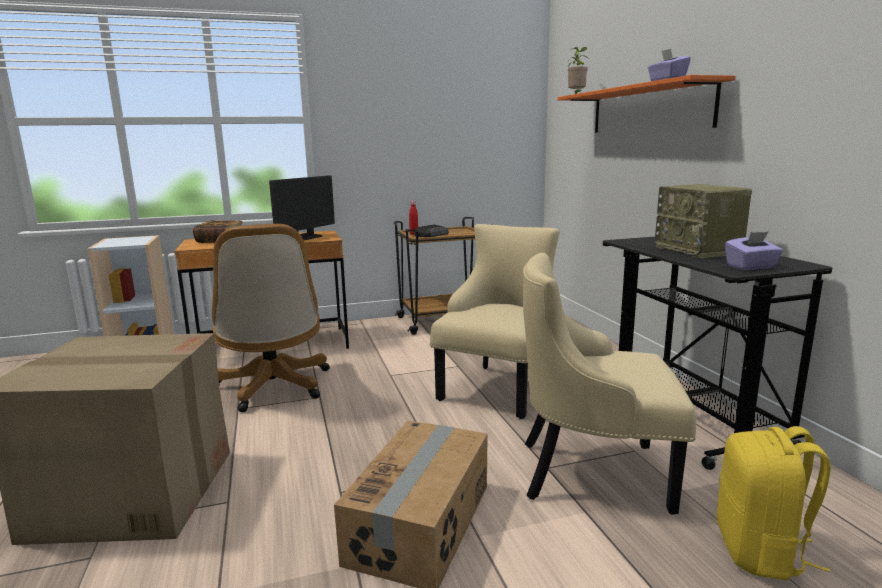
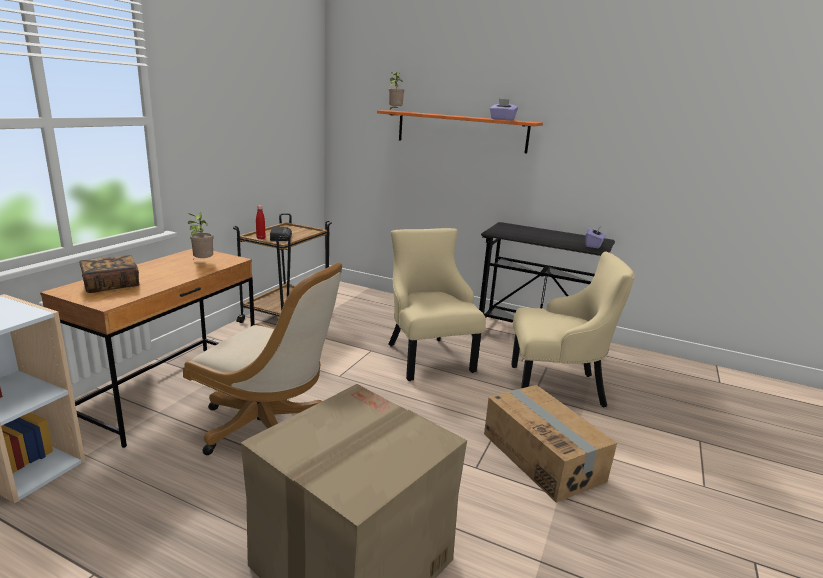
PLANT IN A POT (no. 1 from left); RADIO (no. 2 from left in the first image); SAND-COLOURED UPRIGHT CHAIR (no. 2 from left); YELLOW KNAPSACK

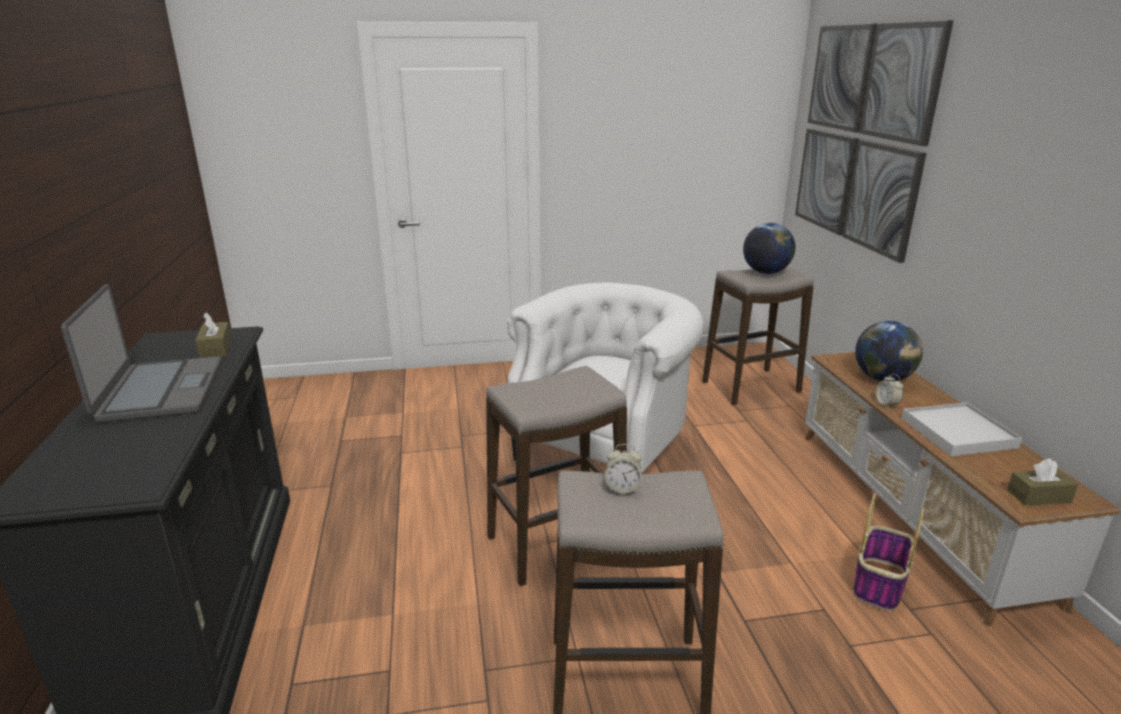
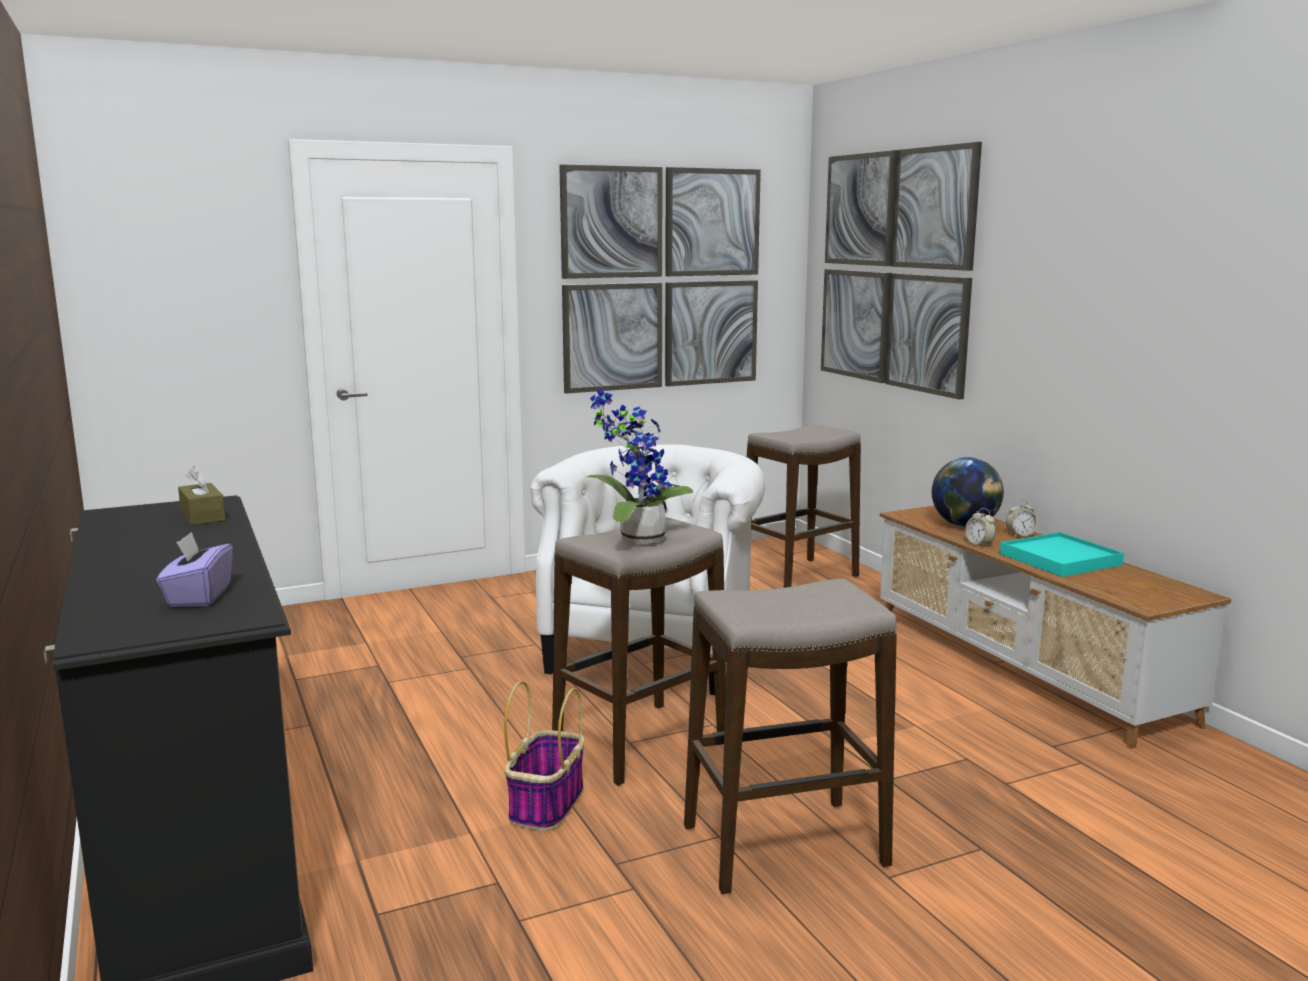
WORLD GLOBE (no. 1 from left in the first image); NOTEBOOK COMPUTER; TURQUOISE SERVING TRAY; BEDSIDE CLOCK (no. 2 from left); BROWN-COLOURED BOX OF TISSUES (no. 2 from left in the first image); STORAGE BASKET; PICTURE (no. 1 from left); PLANT IN A POT; PURPLISH BOX OF TISSUES

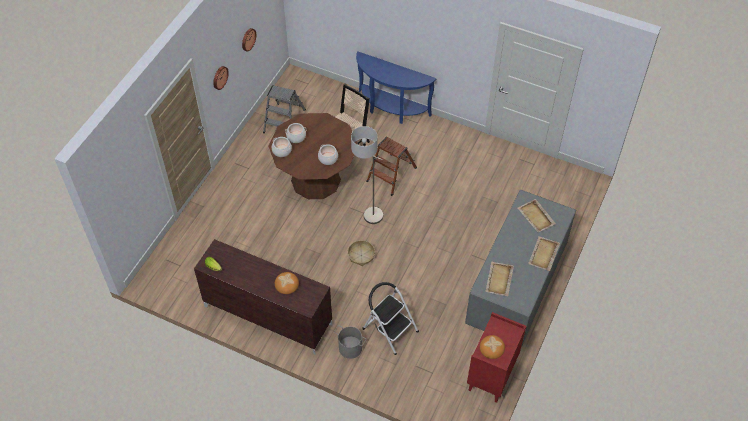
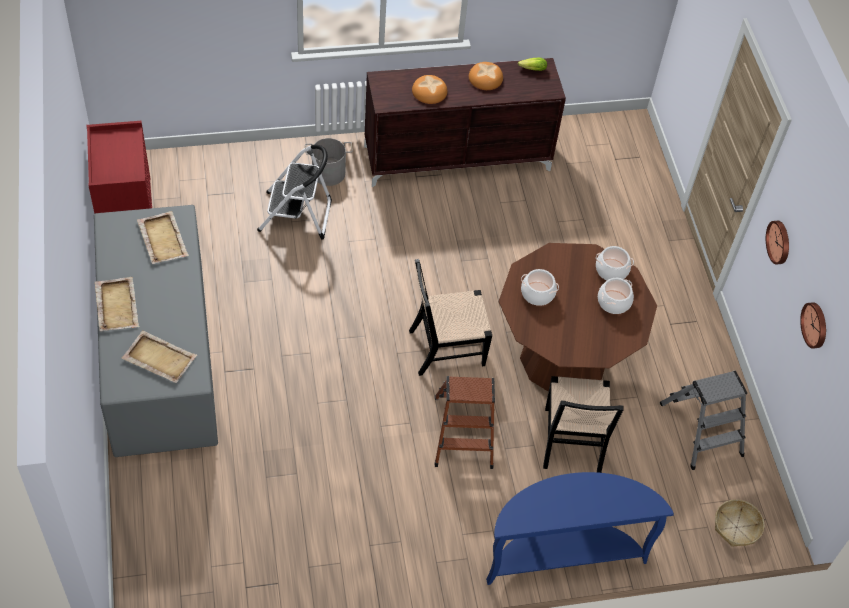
UPRIGHT CHAIR (no. 1 from left); STORAGE BASKET; BAKED BREAD (no. 2 from left)

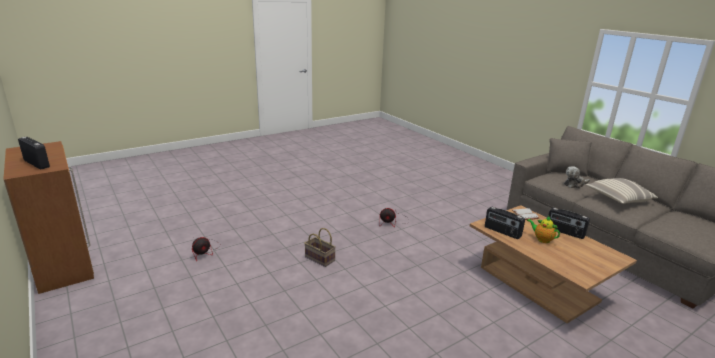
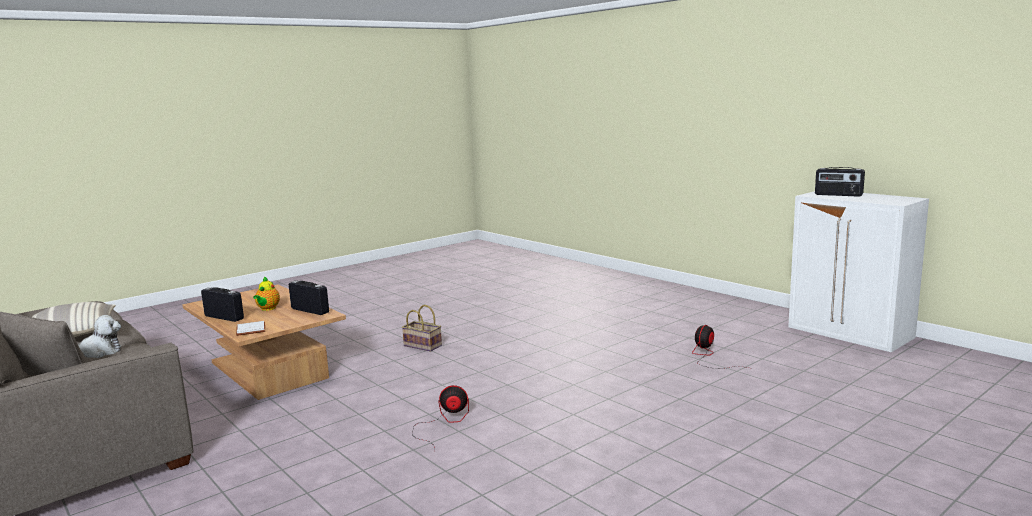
WHITE CABINET; TEA POT; STORAGE BASKET

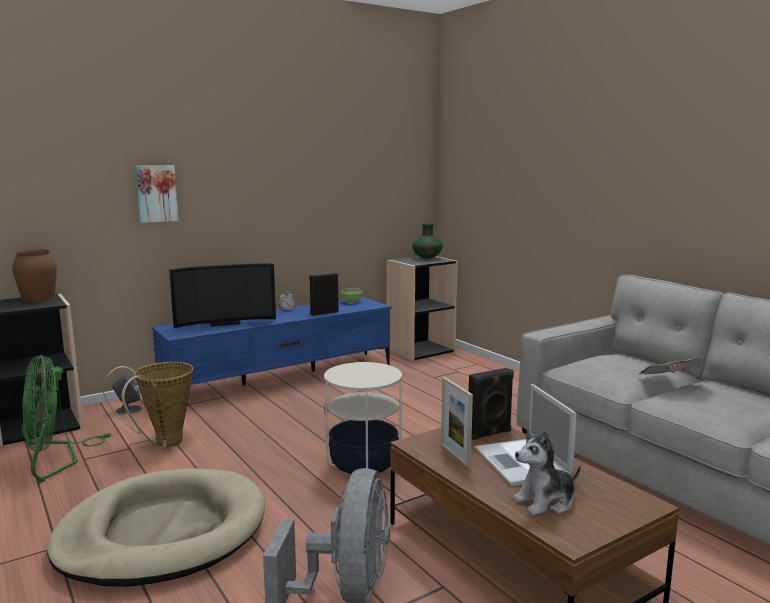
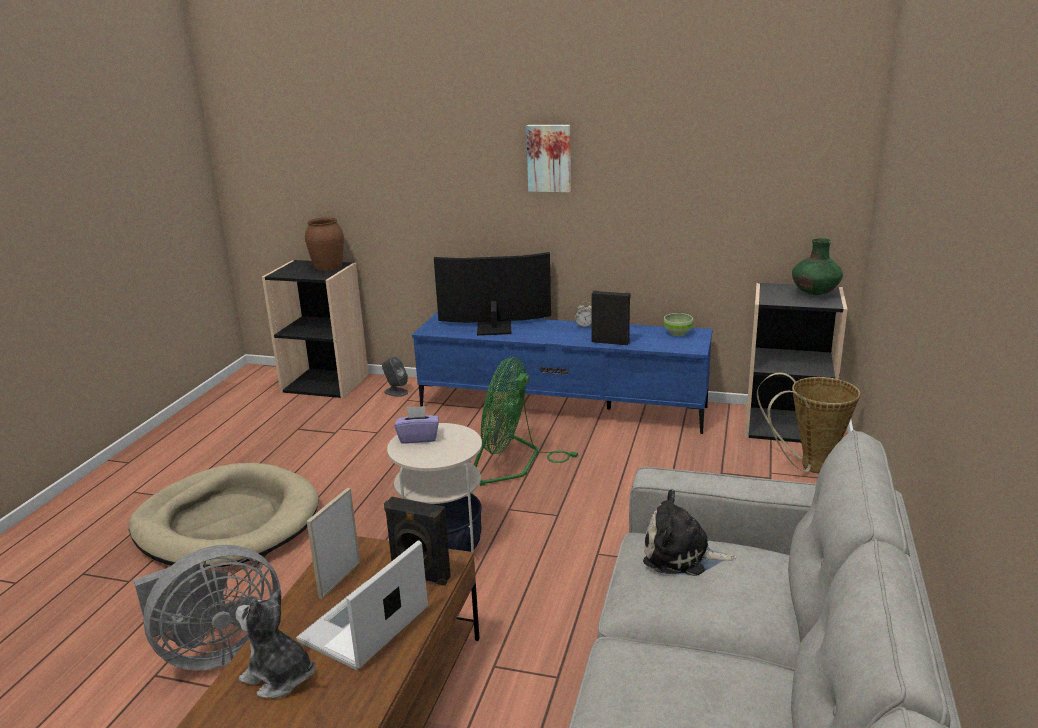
PICTURE; TV; GREEN ELECTRIC FAN; DAILY PAPER; STORAGE BASKET; PURPLISH BOX OF TISSUES; CUDDLY TOY (no. 2 from left)

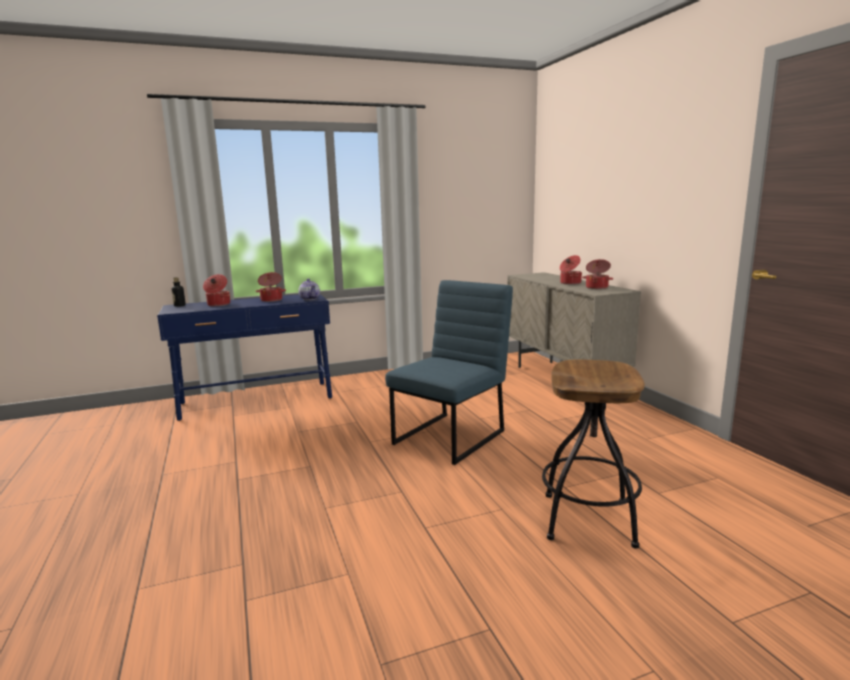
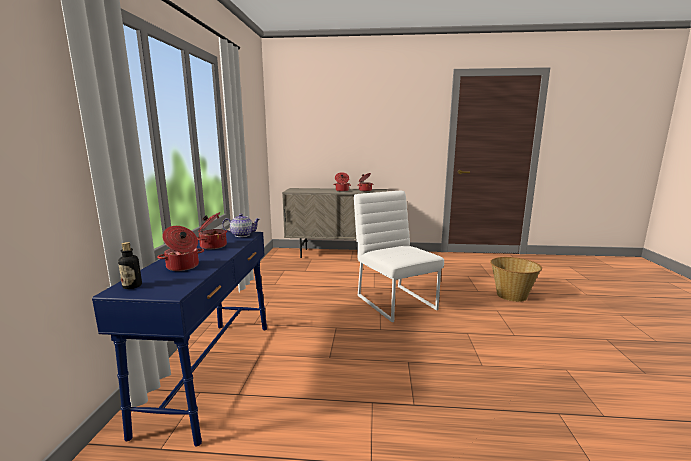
WHITE UPRIGHT CHAIR; STORAGE BASKET

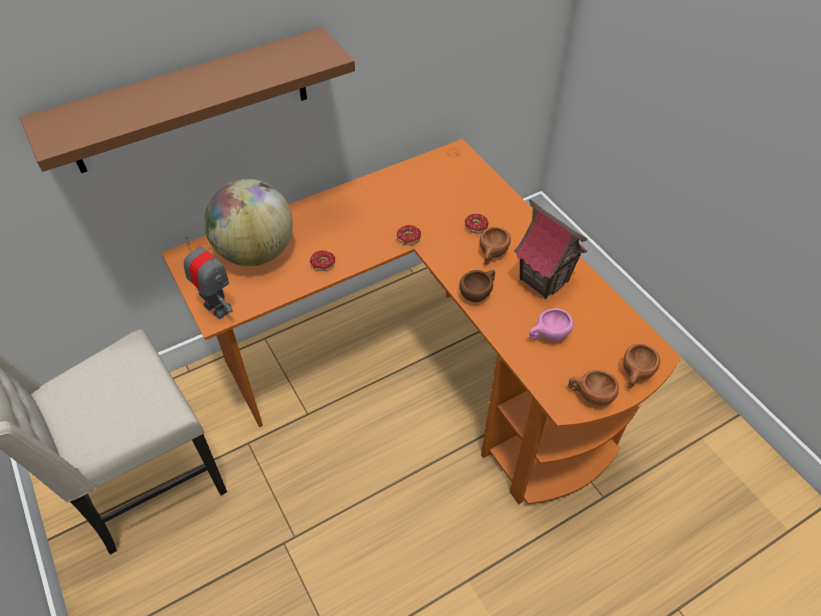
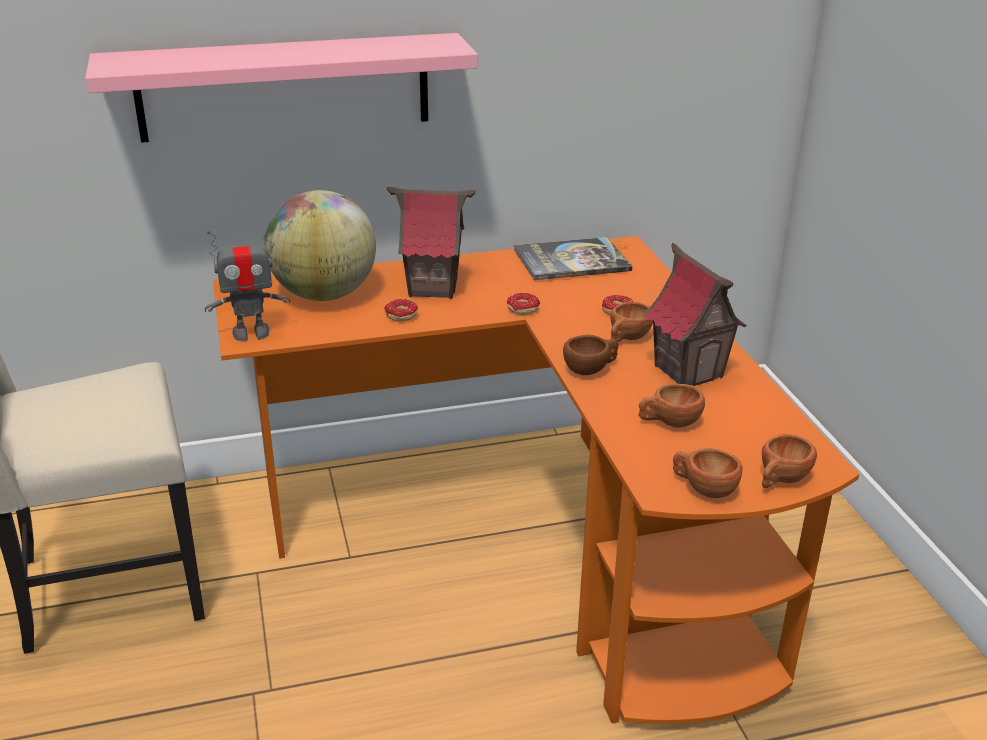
PINK SHELF; ROBOT FIGURE; BROWN-COLOURED DRINKING CUP (no. 3 from left); MODEL HOUSE (no. 1 from left); BOOK

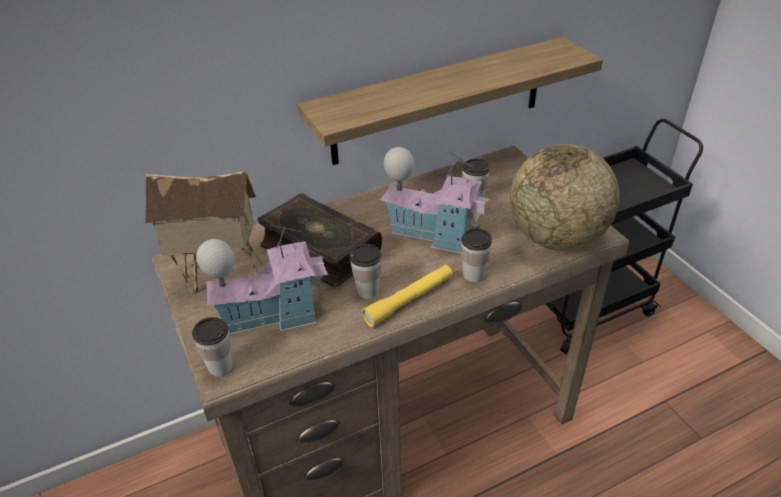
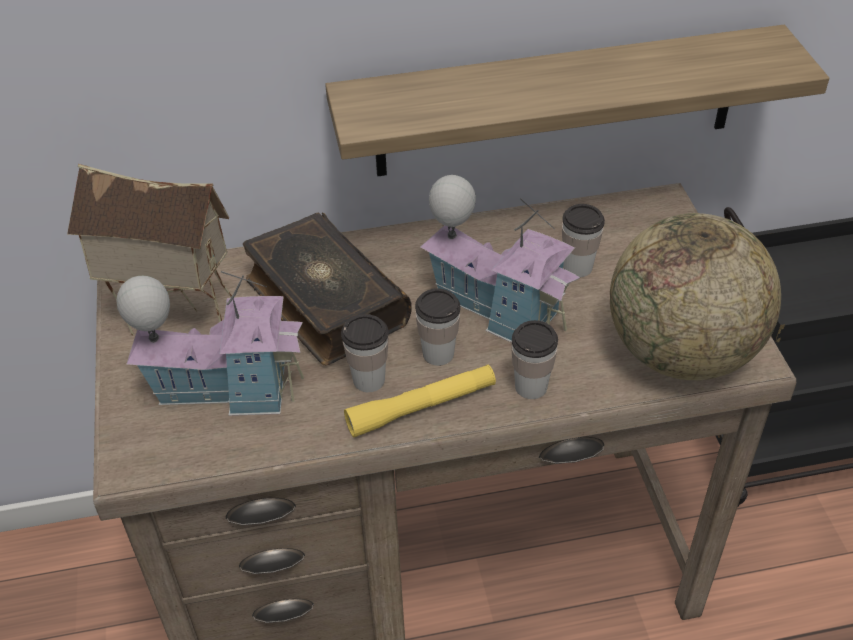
DRINKING CUP (no. 2 from left)

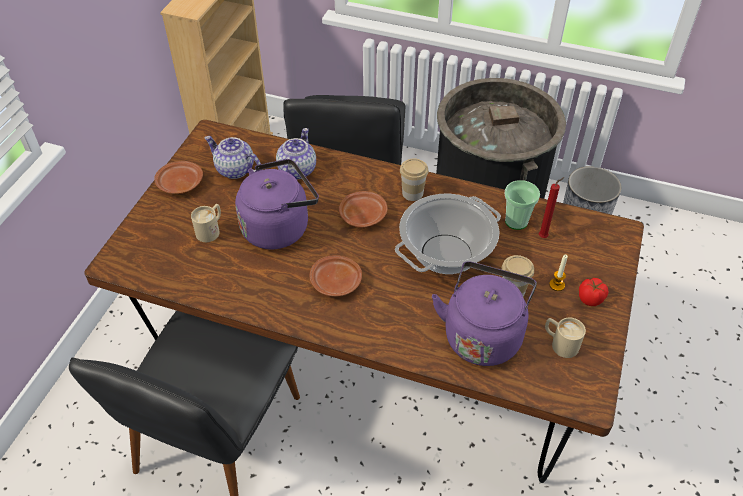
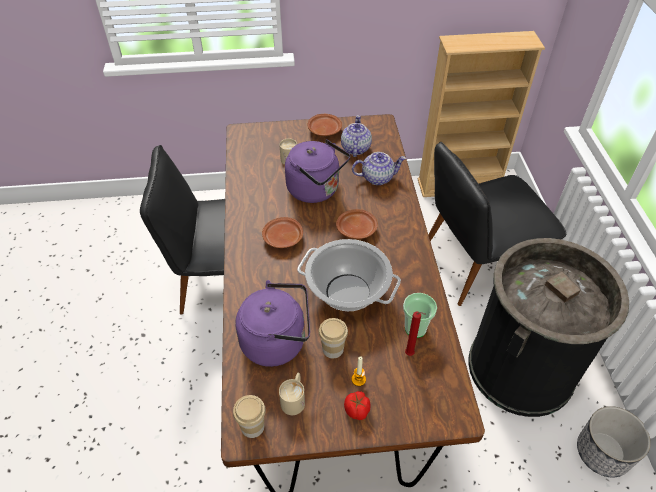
DRINKING CUP (no. 1 from left)

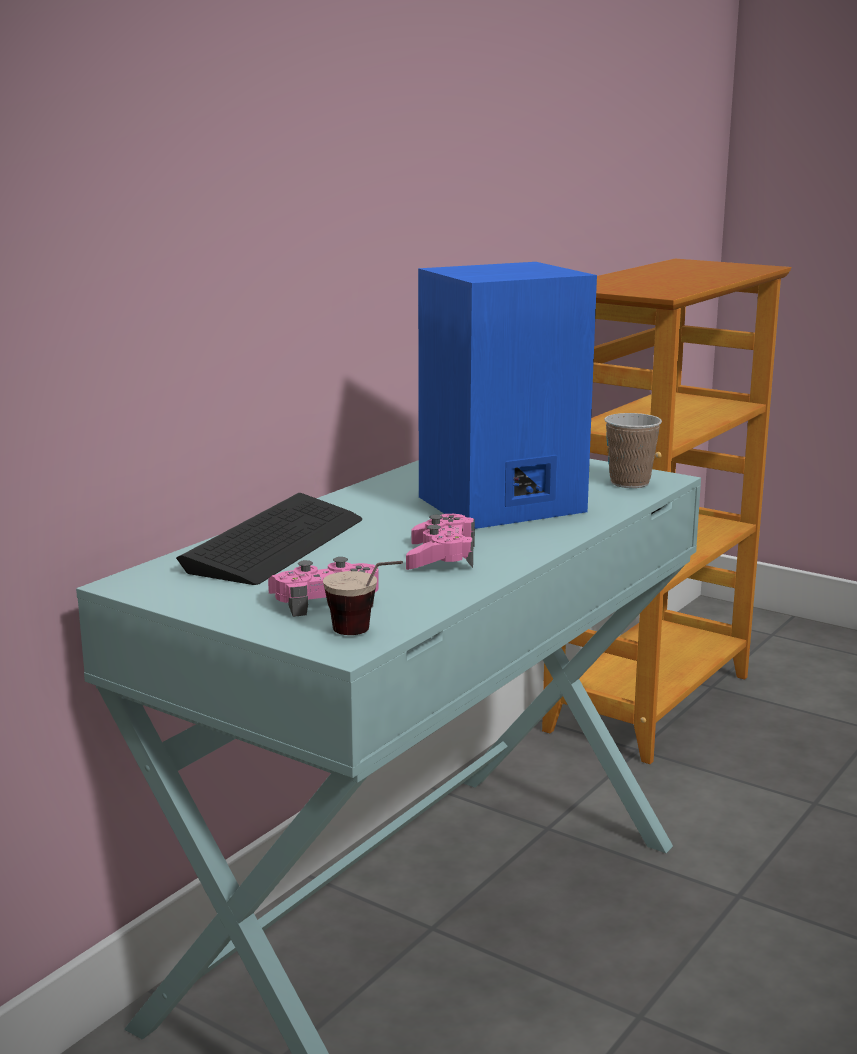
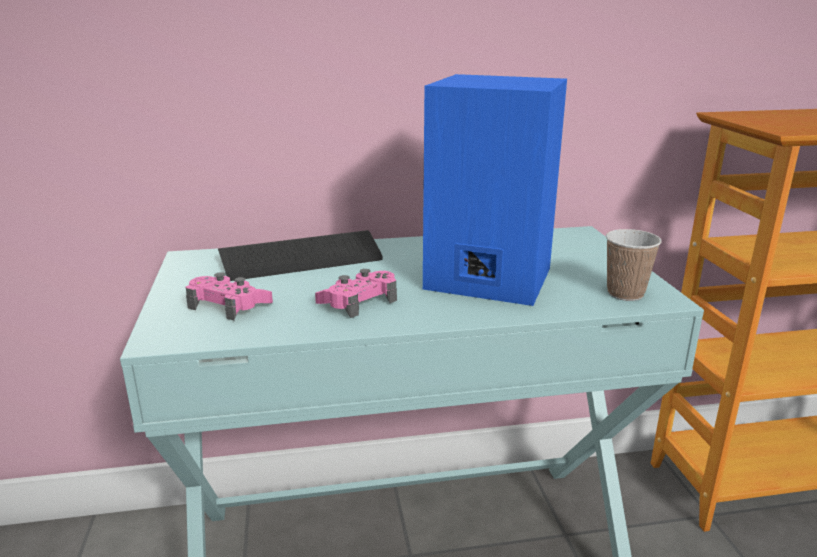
DRINKING CUP (no. 1 from left in the first image)

